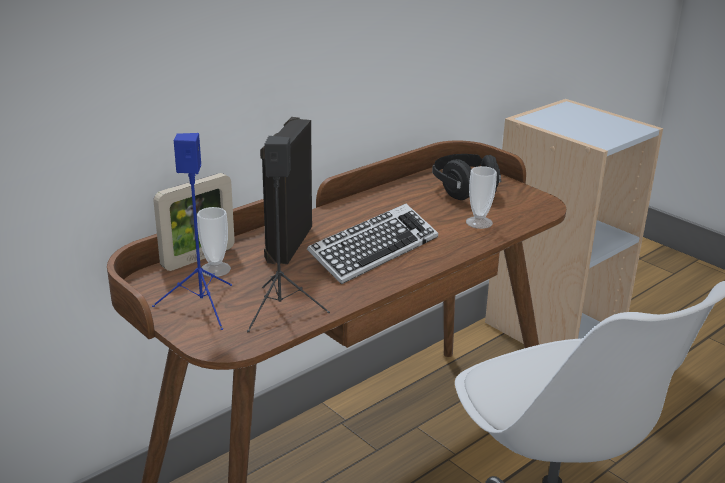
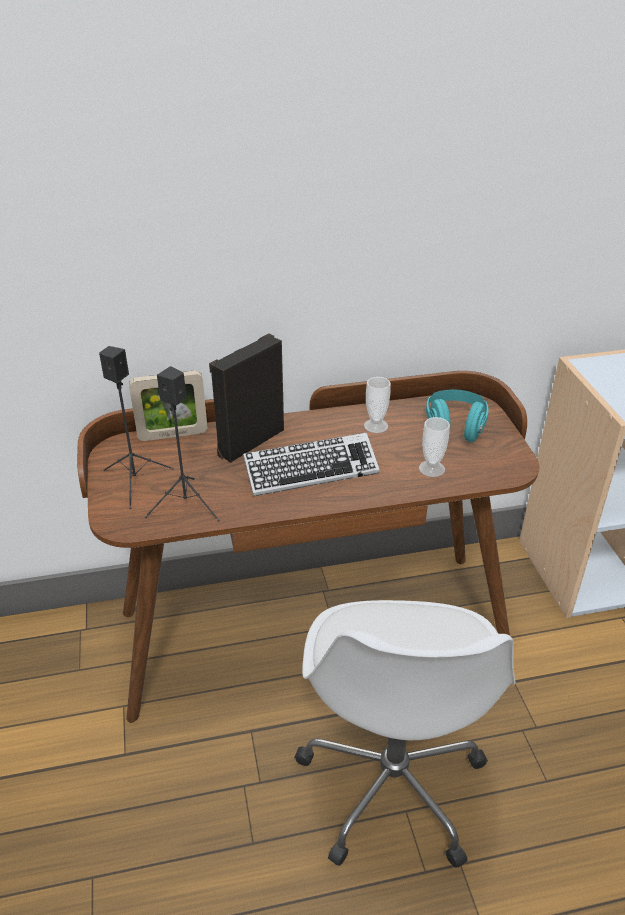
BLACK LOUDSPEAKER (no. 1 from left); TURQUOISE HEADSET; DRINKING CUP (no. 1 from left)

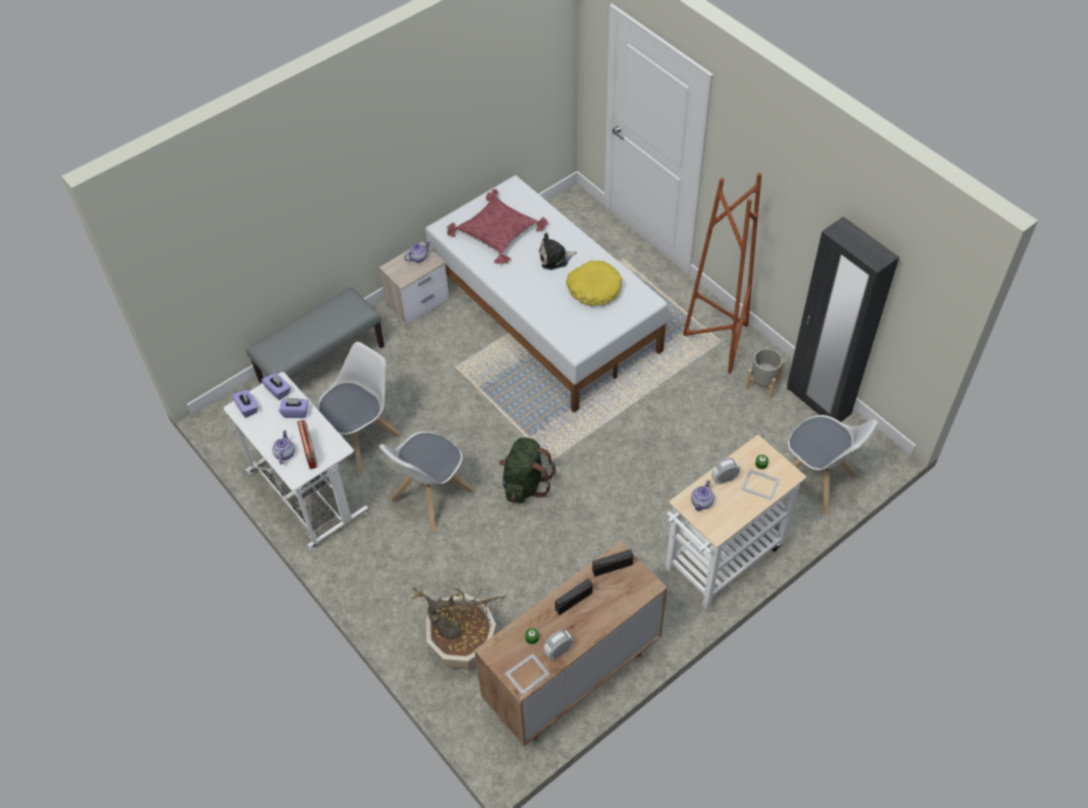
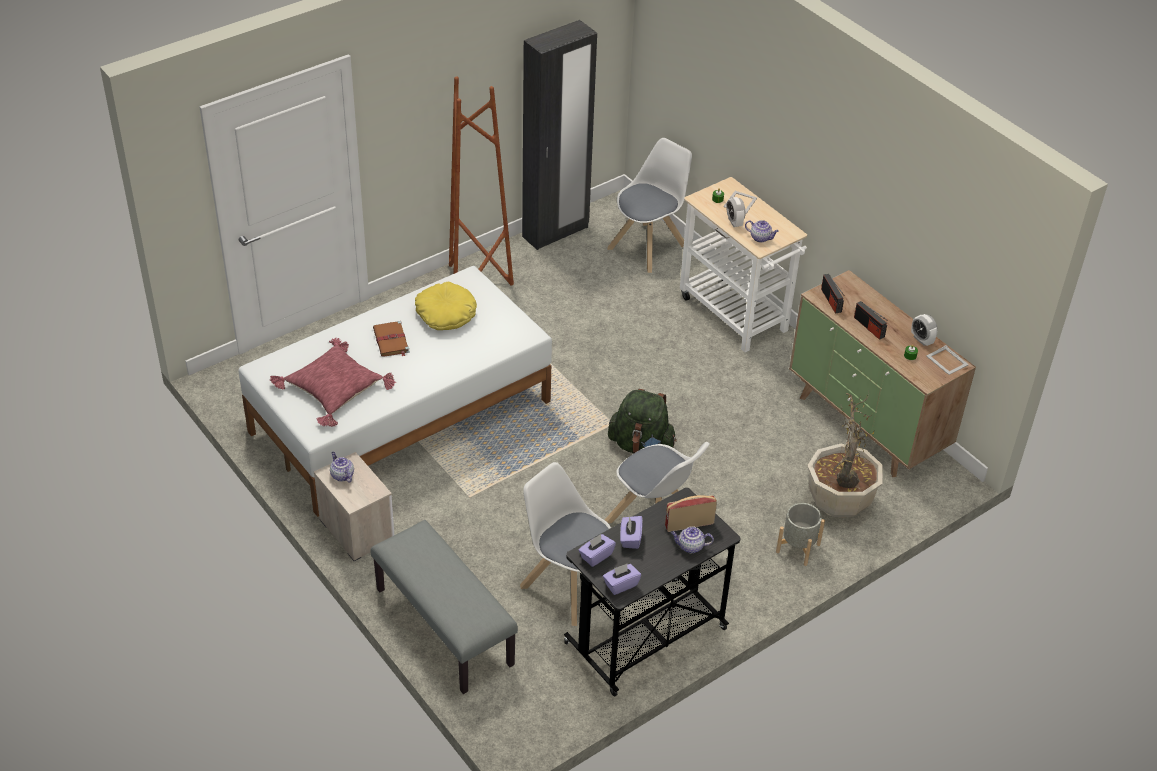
BROWN-COLOURED BOOK; GRAY PLANT POT; BLACK DESK TABLE

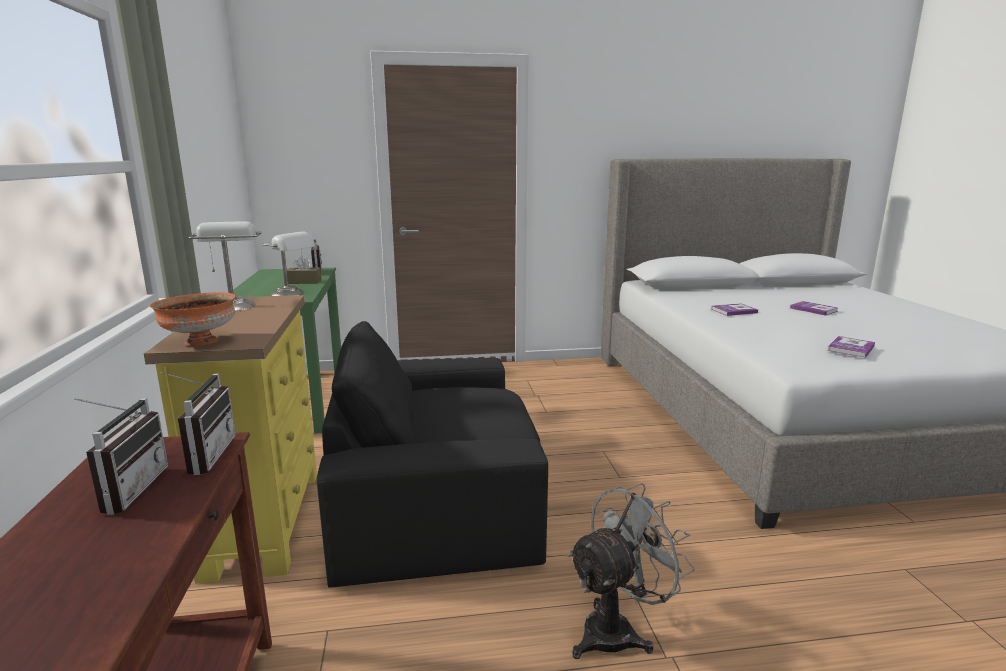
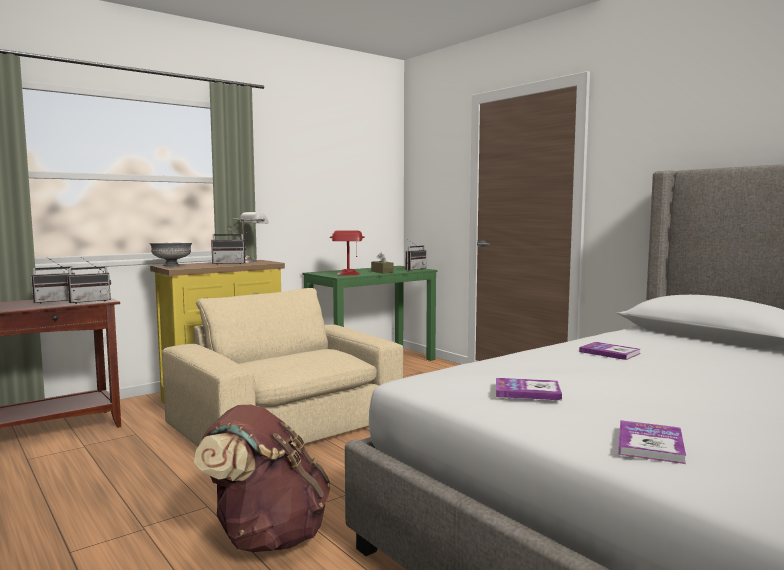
RED LAMP FOR A TABLE; GRAY SERVING BOWL; BOOK (no. 3 from left); SAND-COLOURED ARMCHAIR; GRAY ELECTRIC FAN; RADIO (no. 3 from left); BROWN-COLOURED KNAPSACK

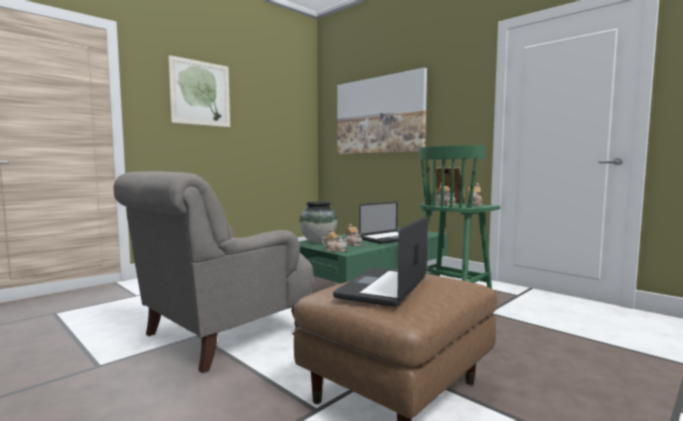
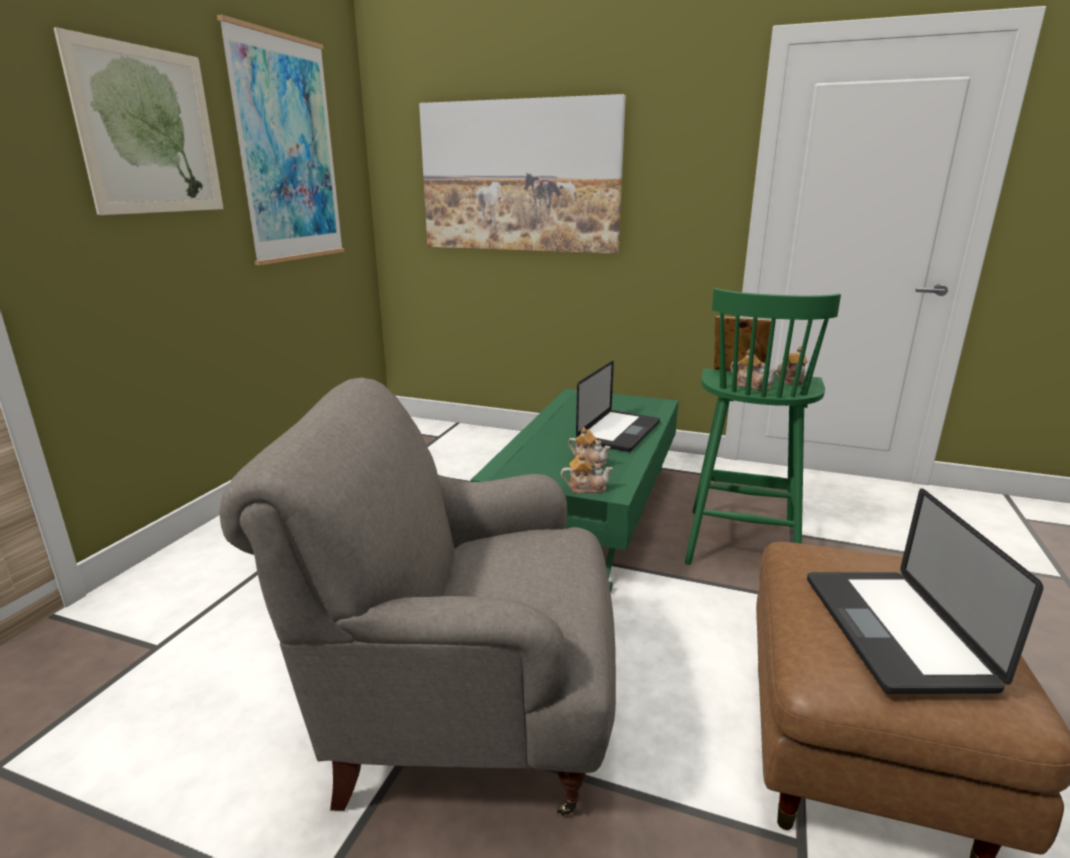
GRAY ARMCHAIR; VASE; PICTURE (no. 2 from left)

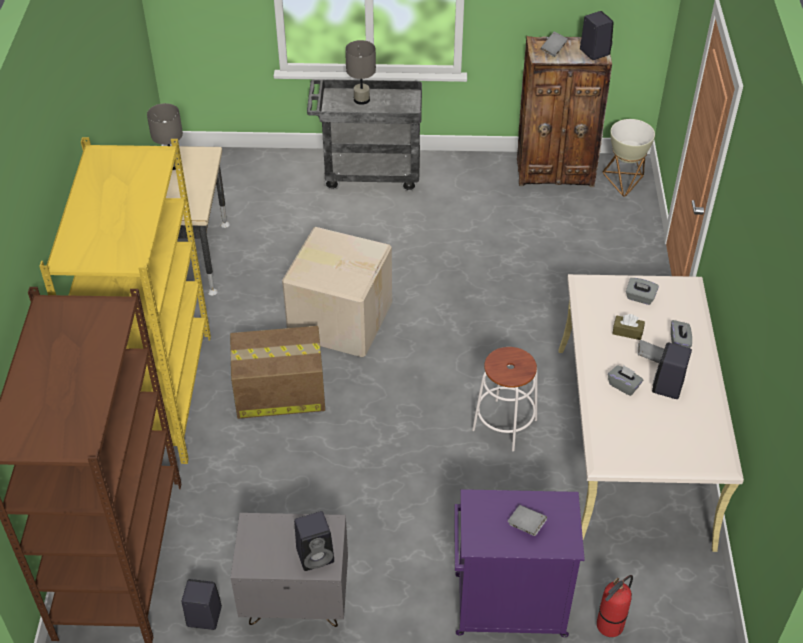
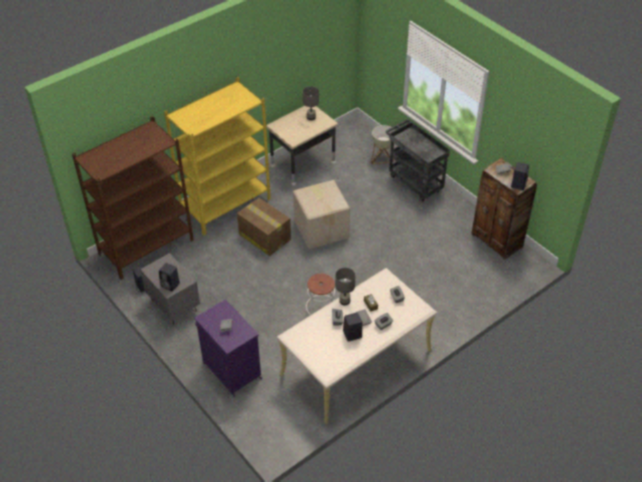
GRAY LAMP FOR A TABLE (no. 2 from left); PLANT POT; EXTINGUISHER

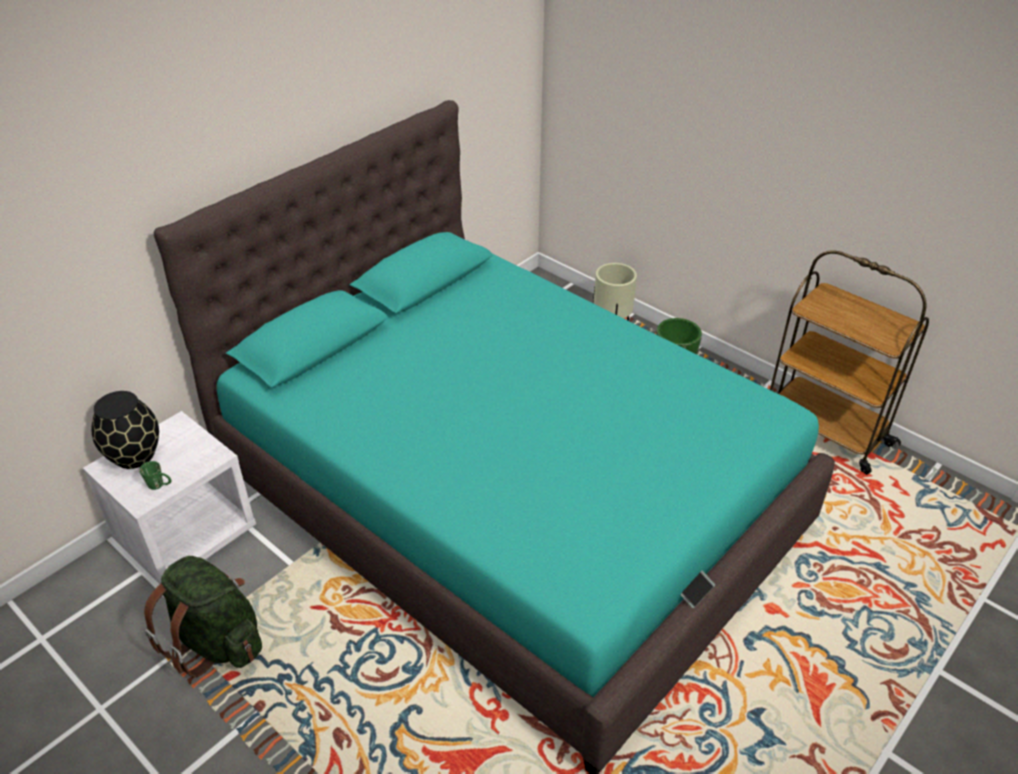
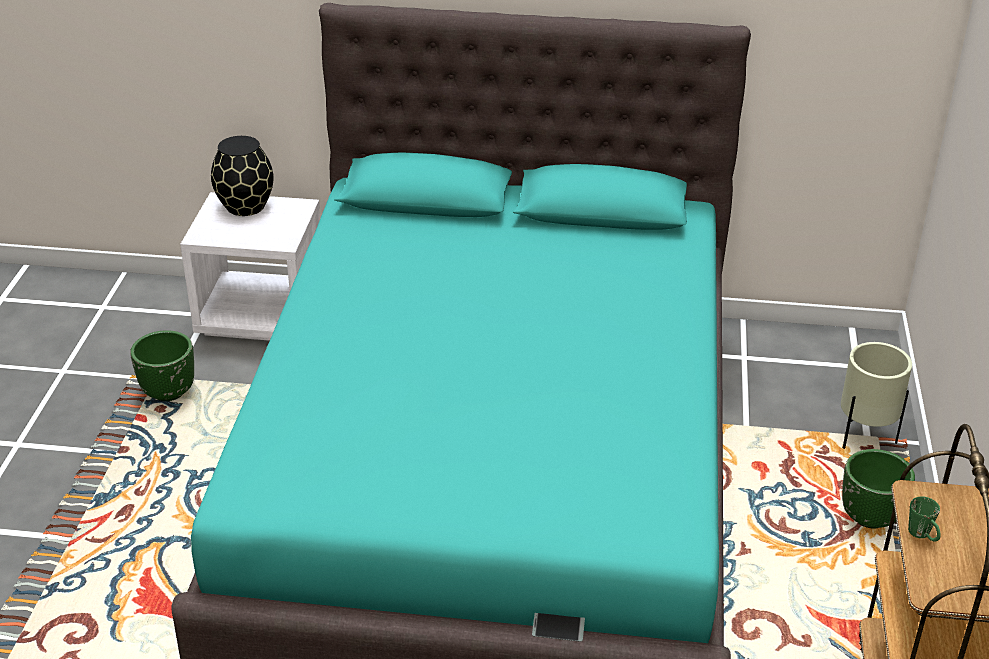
GREEN COFFEE MUG; GREEN PLANT POT (no. 1 from left); PHONE

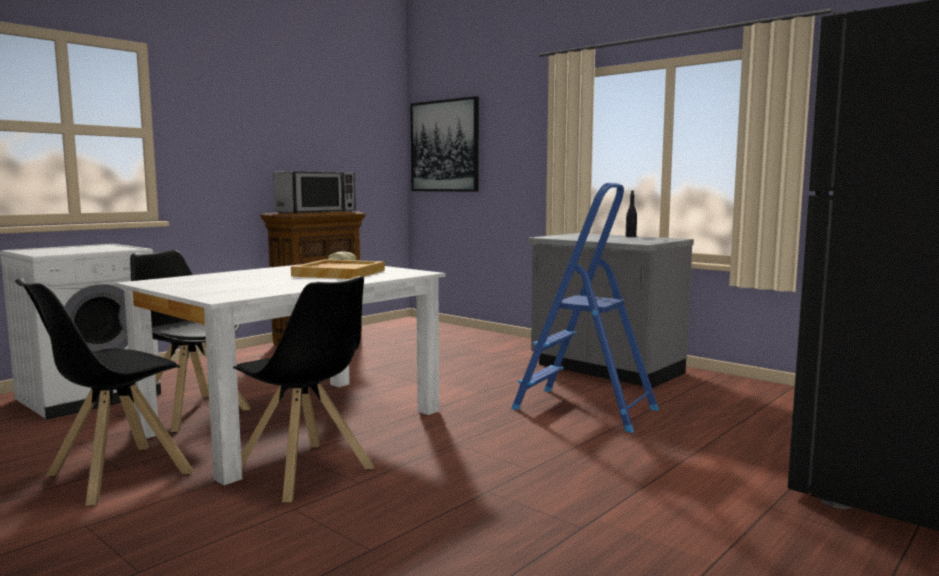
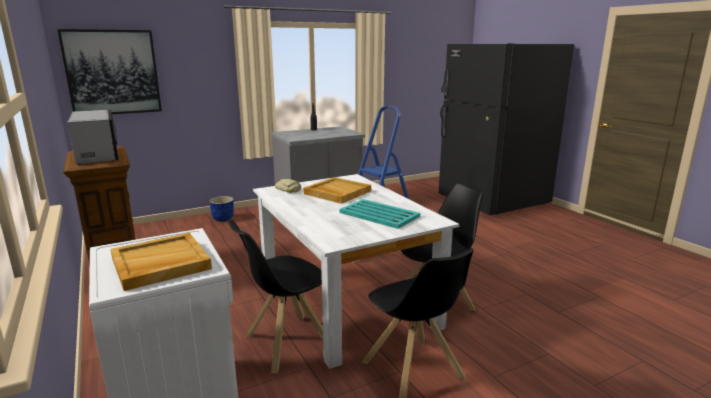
PLANT POT; TURQUOISE SERVING TRAY; SAND-COLOURED SERVING TRAY (no. 1 from left)

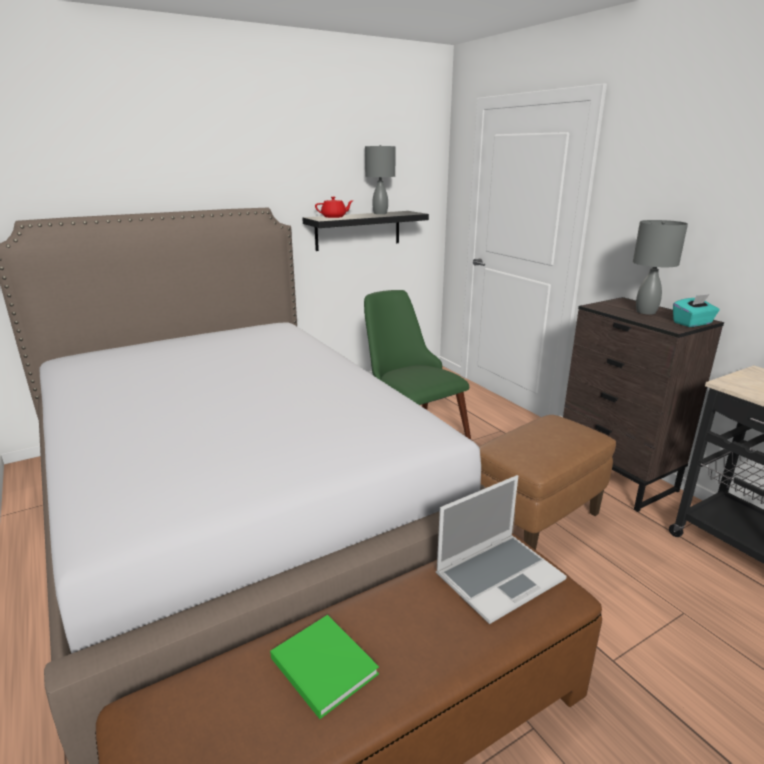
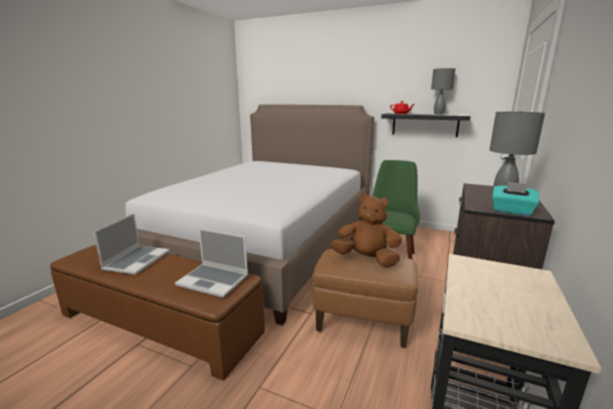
NOTEBOOK COMPUTER (no. 1 from left); BROWN-COLOURED CUDDLY TOY

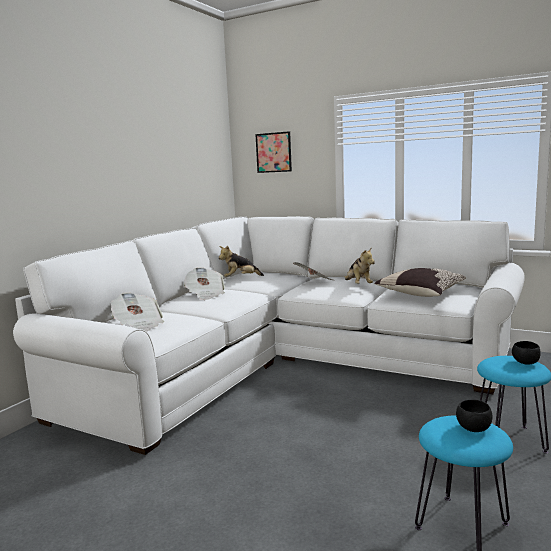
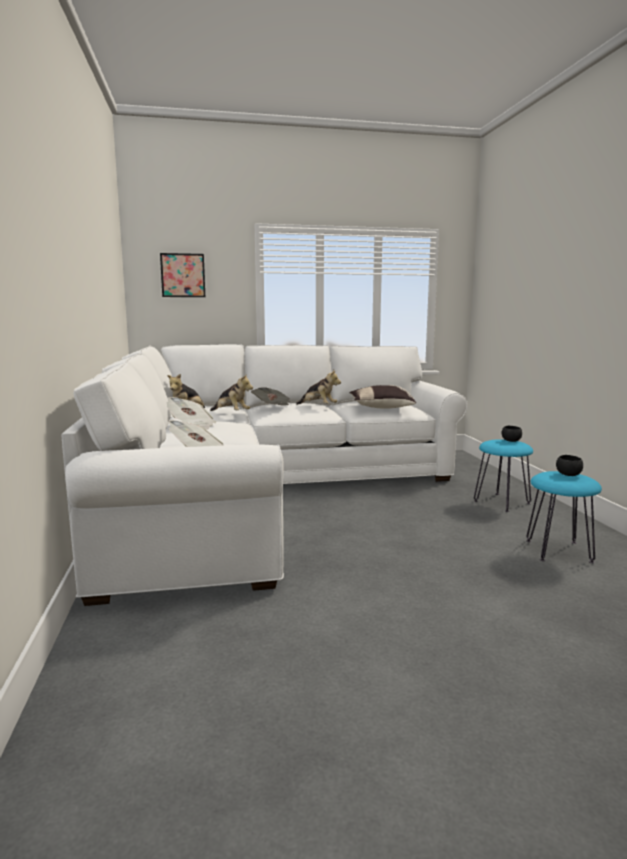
CUDDLY TOY (no. 2 from left)

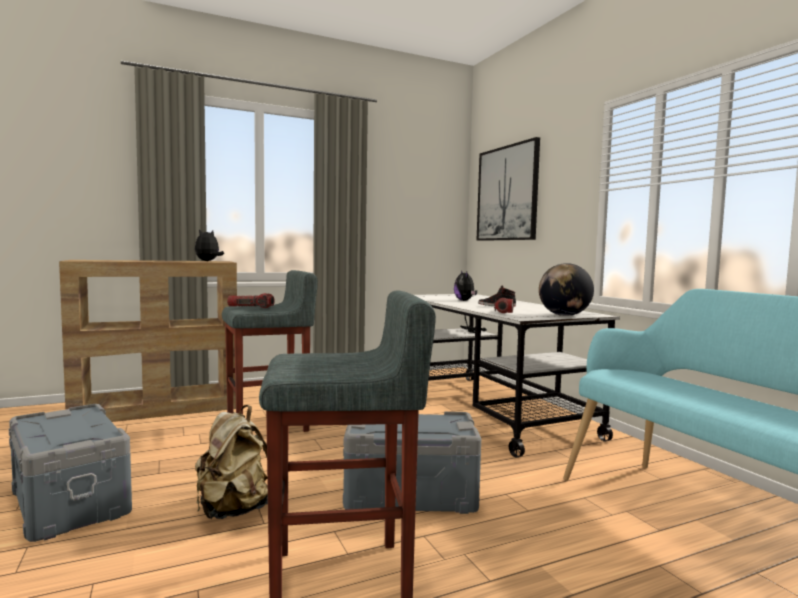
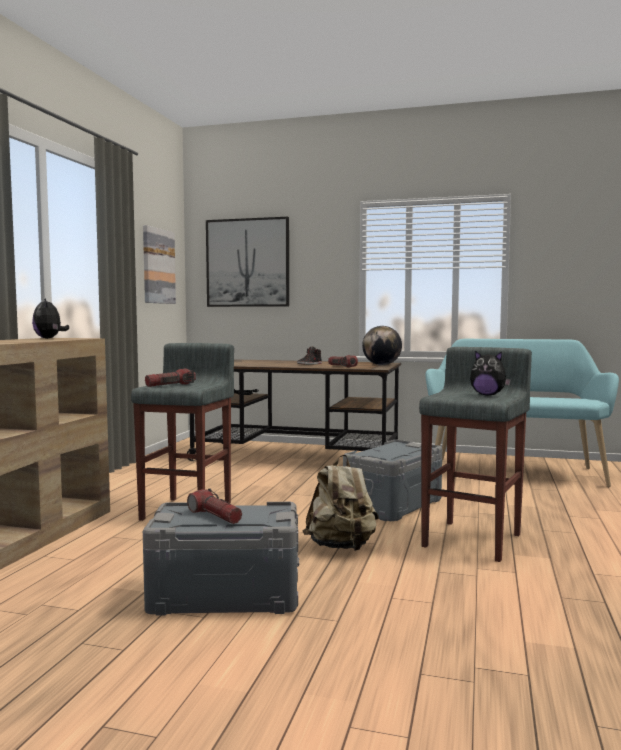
CUDDLY TOY (no. 2 from left); BROWN-COLOURED DESK TABLE; PICTURE (no. 1 from left); HAND TORCH (no. 2 from left)

